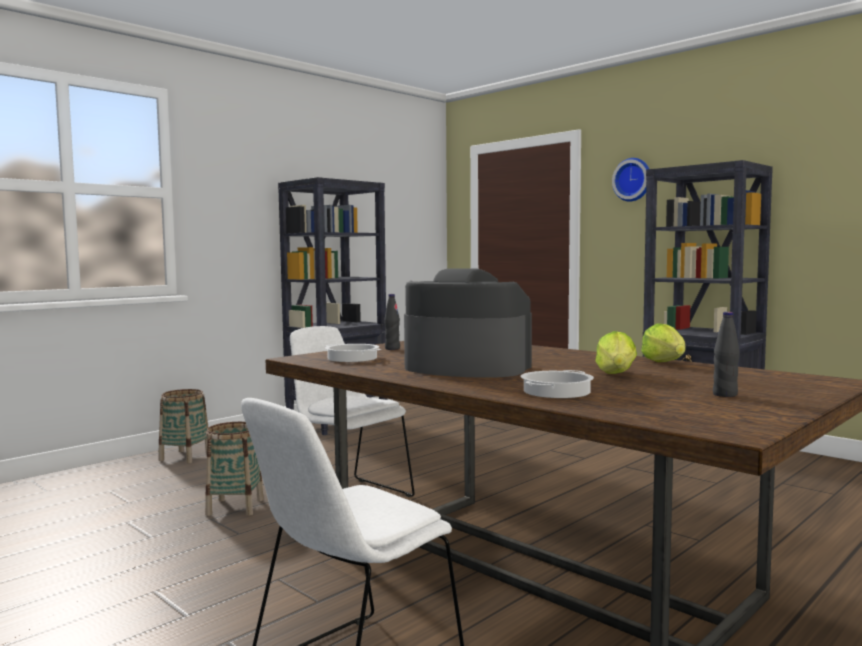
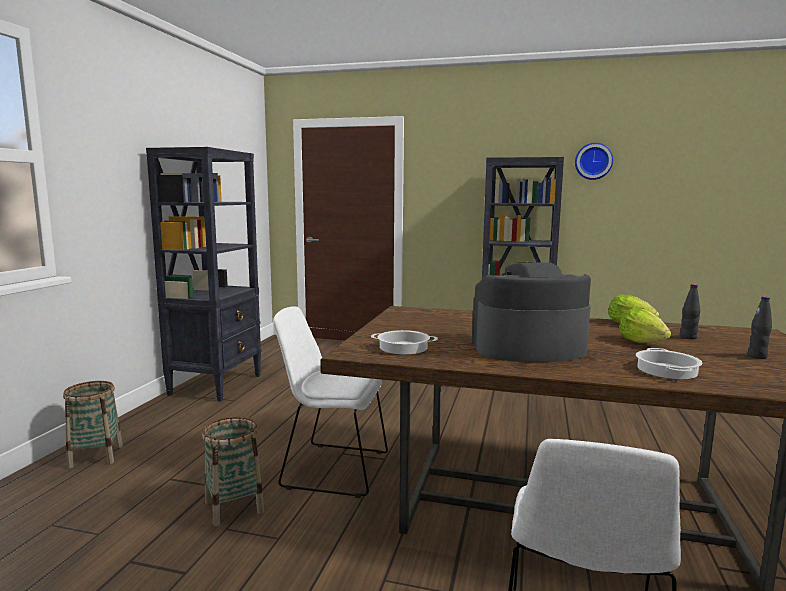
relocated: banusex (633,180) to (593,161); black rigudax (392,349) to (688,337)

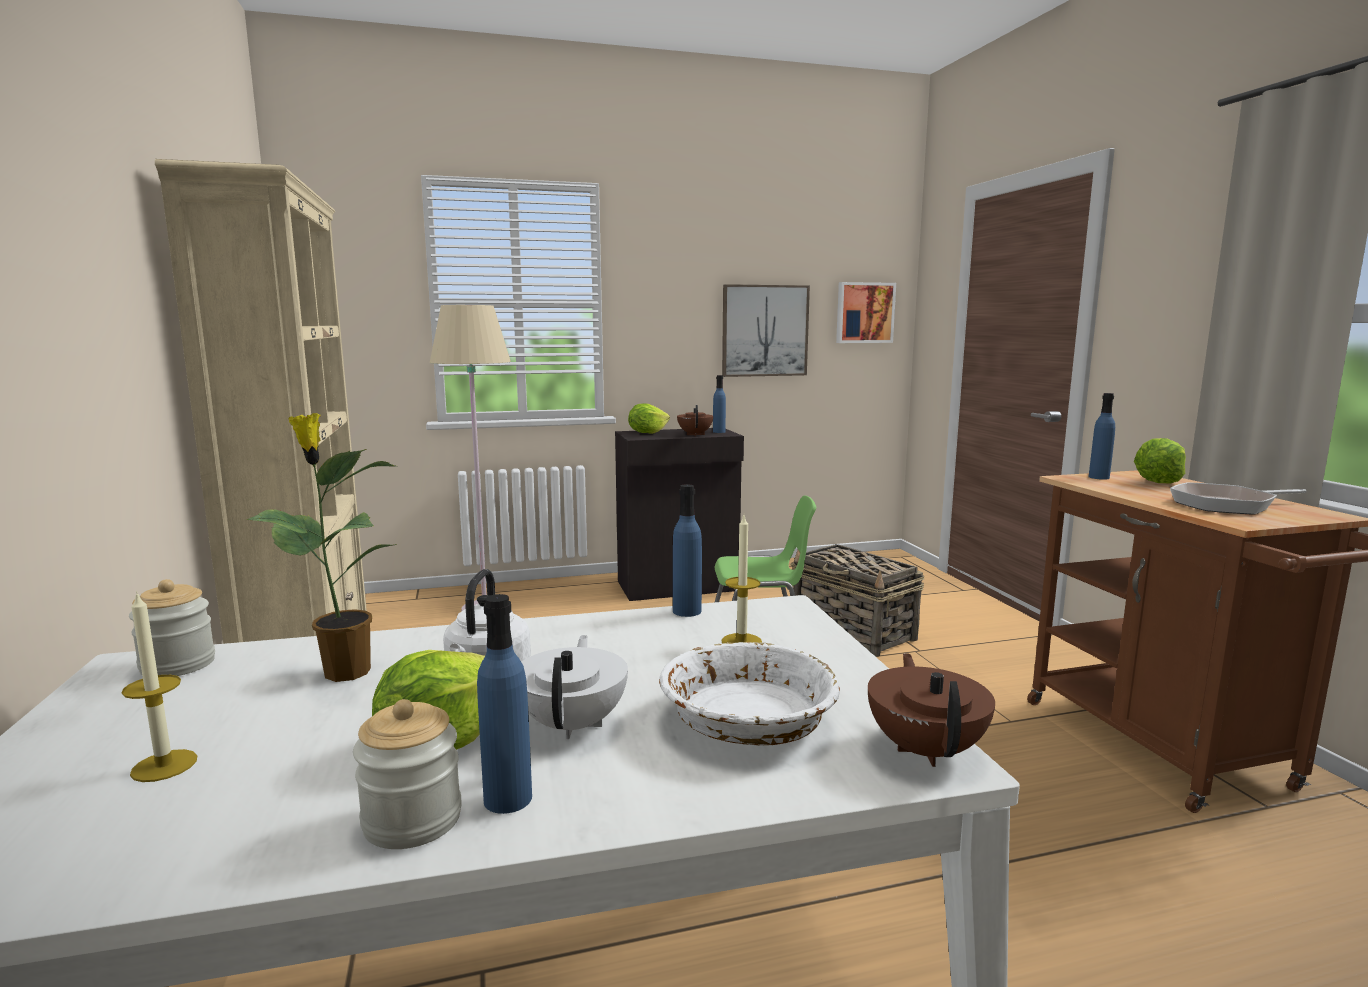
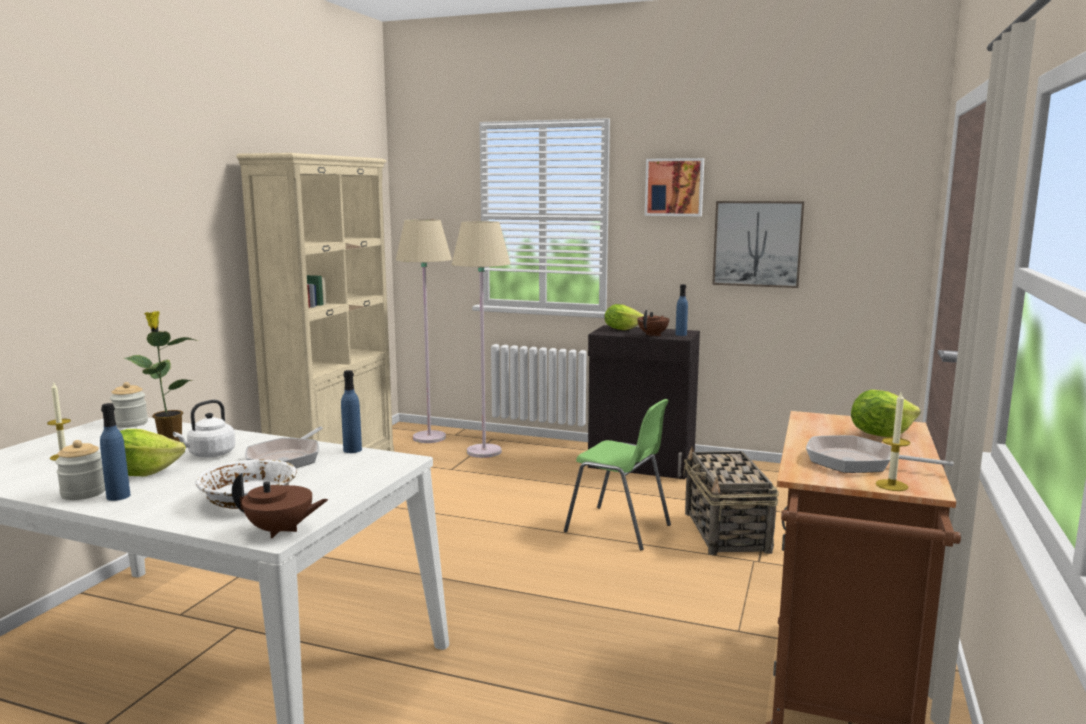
missing: blue rigudax (1099,477); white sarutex (574,724)
appeared: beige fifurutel (429,438); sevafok (287,458)
relocated: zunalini (864,313) to (674,187); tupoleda (741,642) to (891,485)
spun: brown sarutex (926,749) = (280,530) 60 degrees clockwise

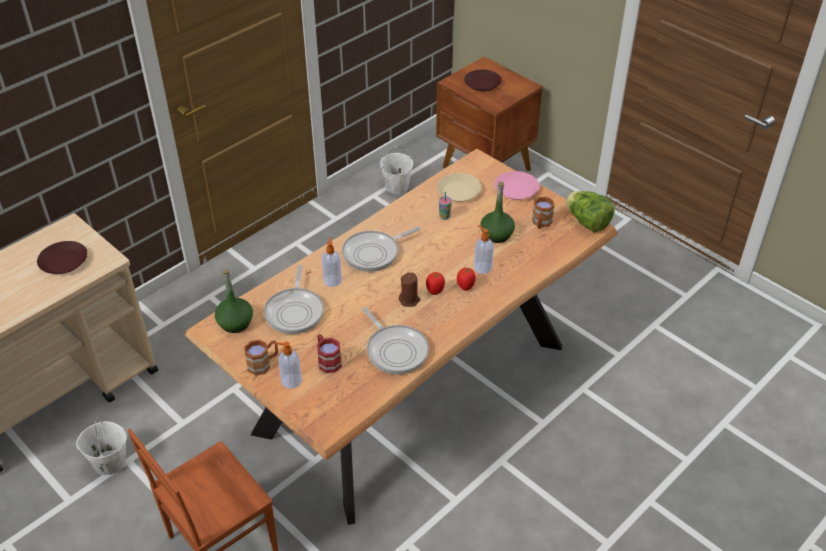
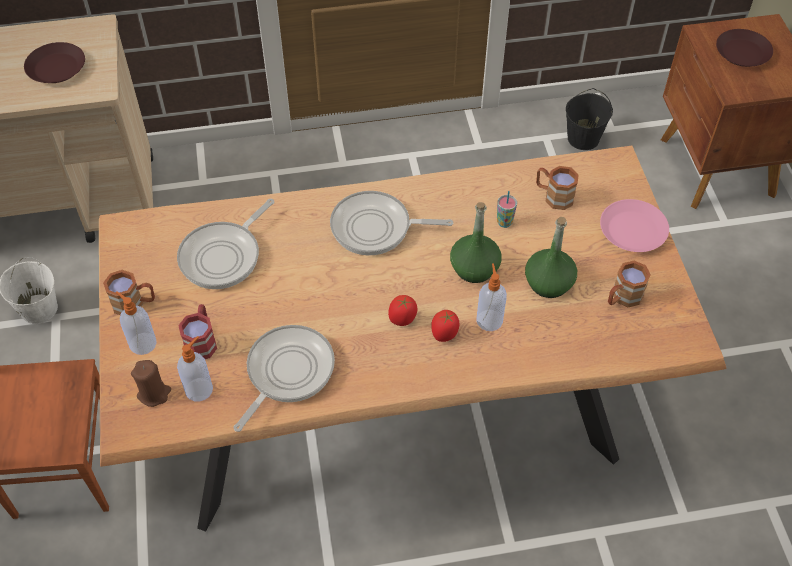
missing: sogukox (587,222)
relocated: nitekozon (332,280) to (200,389); green rigudax (235,323) to (474,268); brown tupoleda (409,300) to (154,394)
exchanged: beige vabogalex (458,191) to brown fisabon (553,196)
colour: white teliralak (396,186) to black teliralak (583,138)
spun: sevafok (395,350) = (287,372) 150 degrees counterclockwise

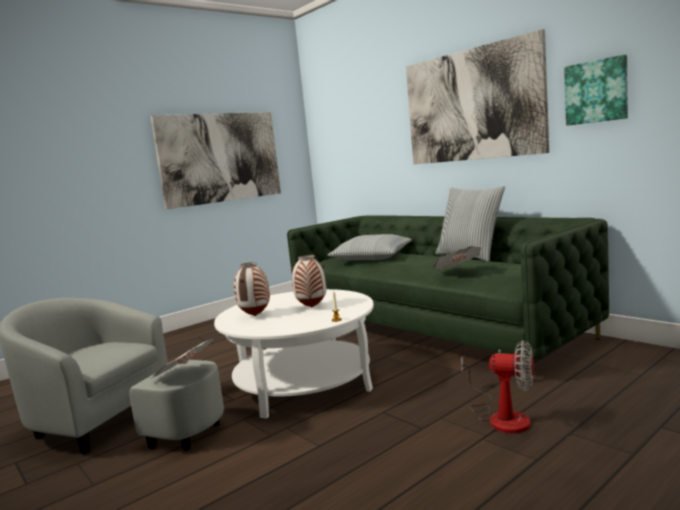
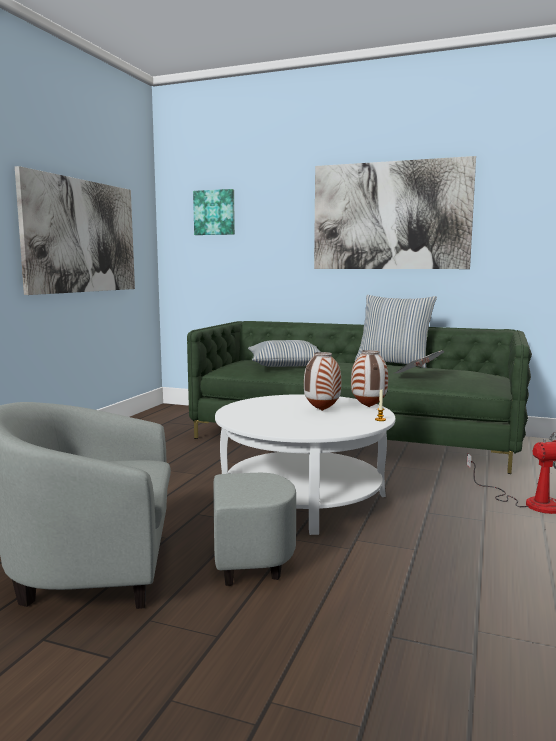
missing: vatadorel (184,375)
relocated: zunalini (596,91) to (214,212); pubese (255,316) to (369,407)

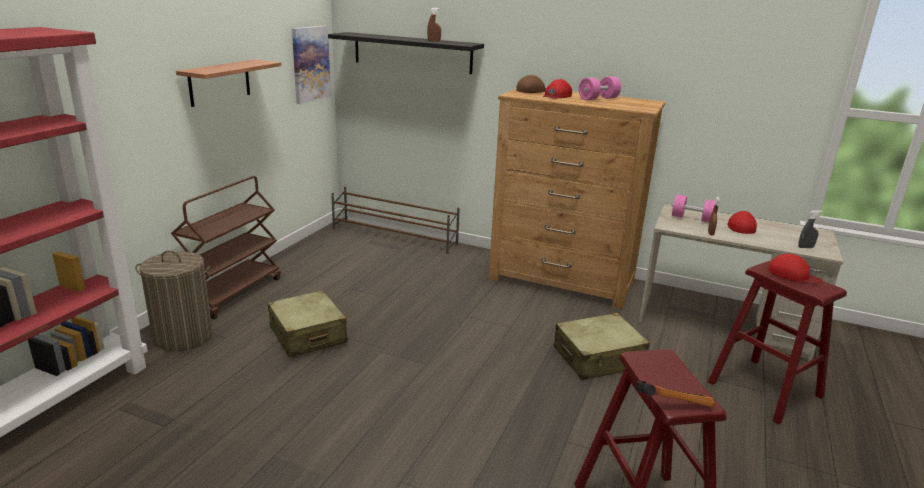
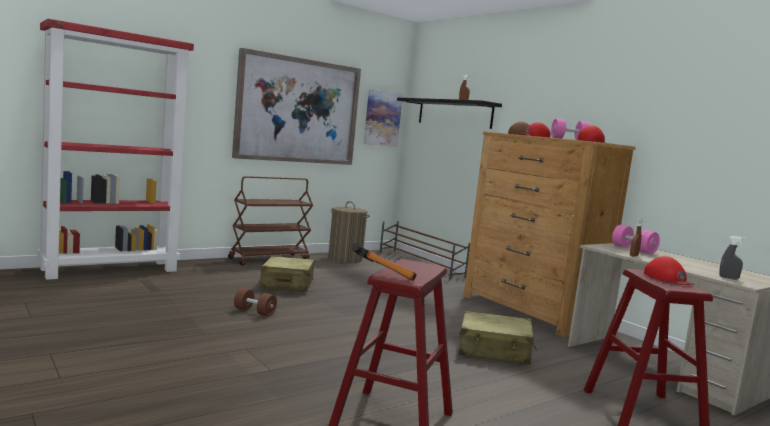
appeared: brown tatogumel (254,312)
relocated: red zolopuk (741,226) to (592,141); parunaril (183,336) to (345,259)
exchanged: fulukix (219,82) to zunalini (298,110)

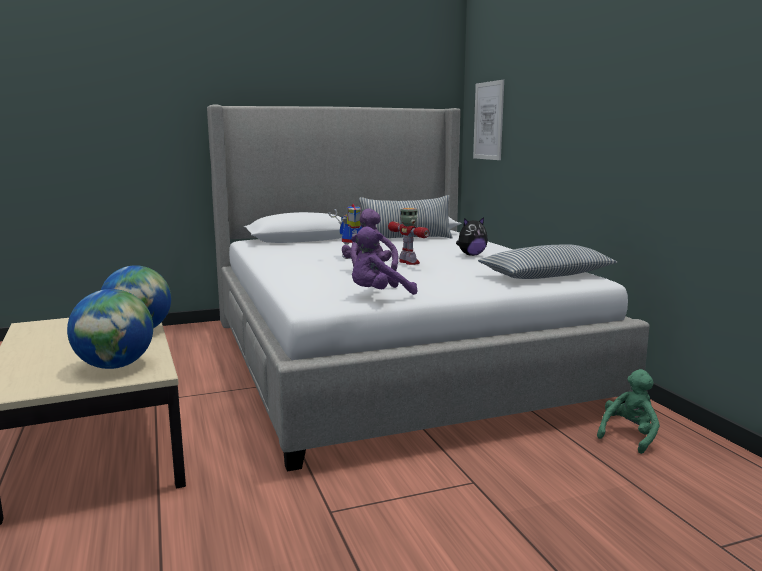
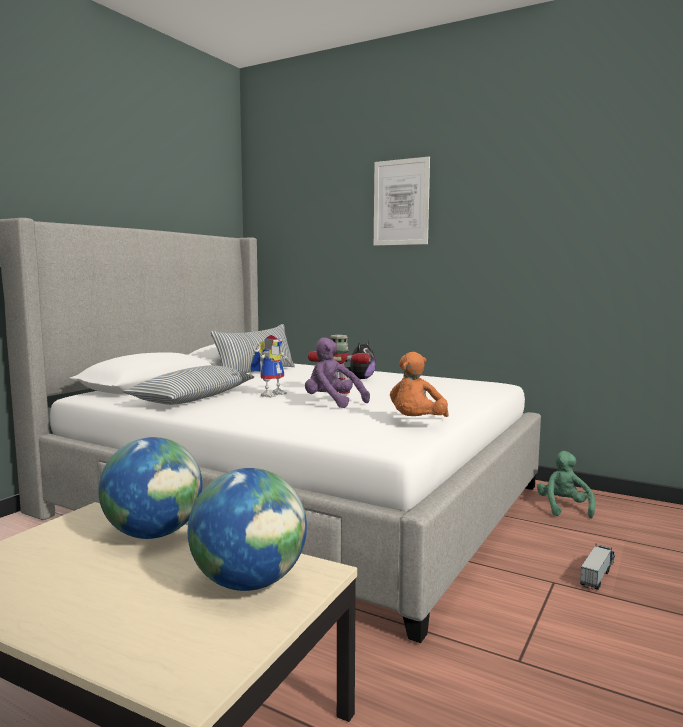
appeared: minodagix (598,573)
relocated: zunalini (488,121) to (401,202); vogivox (546,275) to (193,398)
colour: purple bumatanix (378,295) to orange bumatanix (416,423)

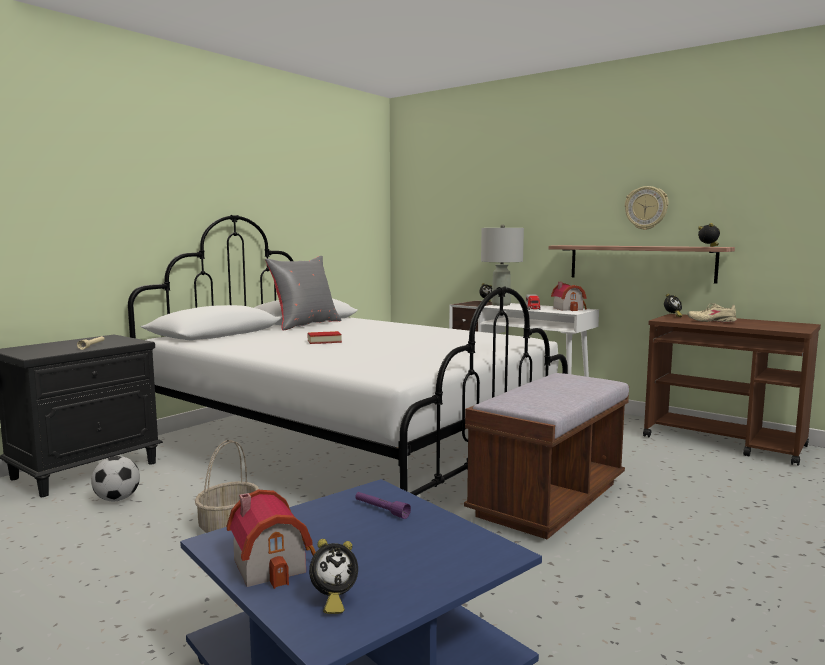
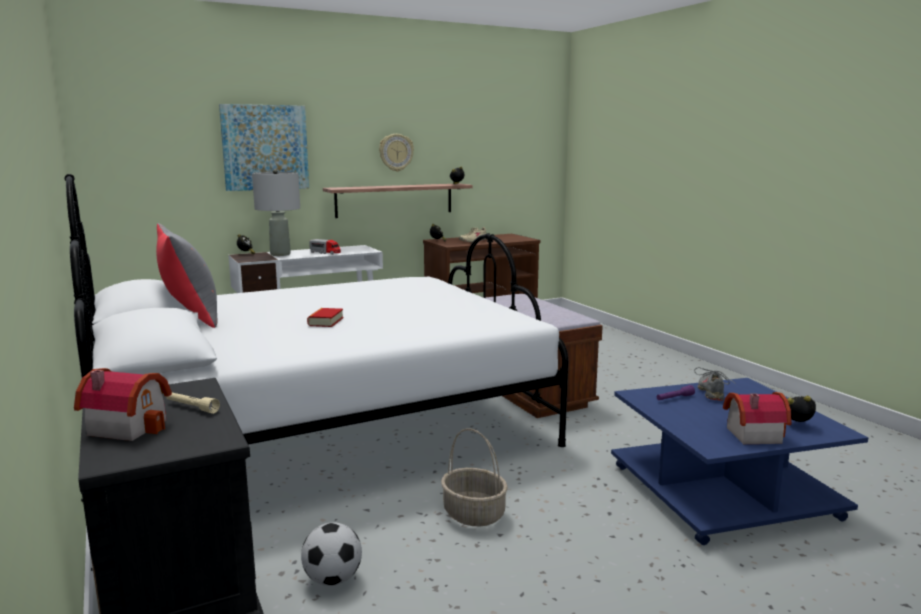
appeared: zunalini (265,147); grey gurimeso (712,392)
relocated: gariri (569,309) to (129,425)
spun: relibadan (332,600) = (798,425) 75 degrees counterclockwise

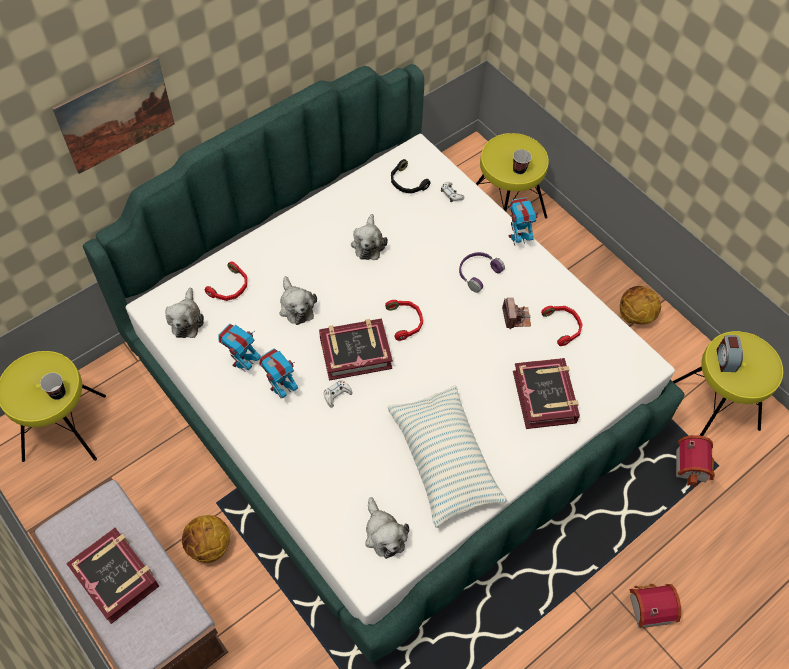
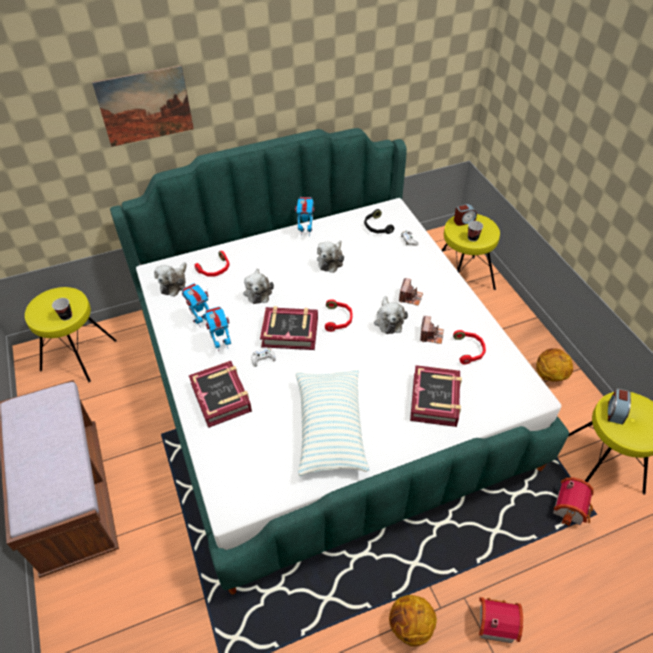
appeared: relibadan (464,221)
relocated: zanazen (517,239) to (305,232); bumatanix (383,534) to (388,320); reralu (209,546) to (410,627); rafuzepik (116,577) to (221,397)
exchanged: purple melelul (477,273) to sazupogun (410,297)

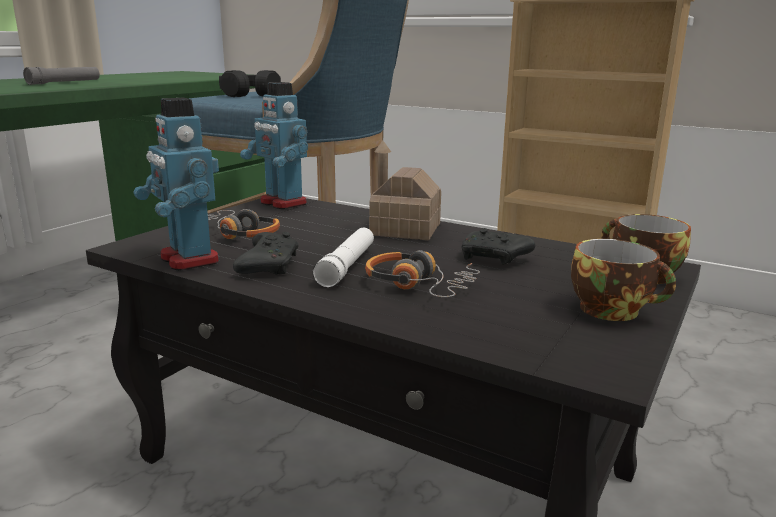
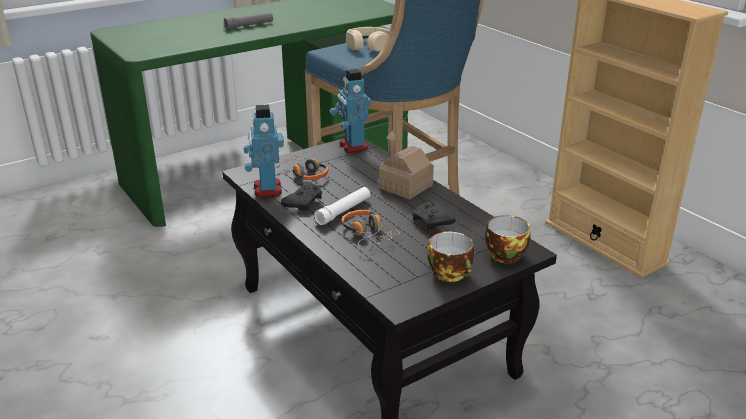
colour: black melelul (251,95) to beige melelul (368,46)

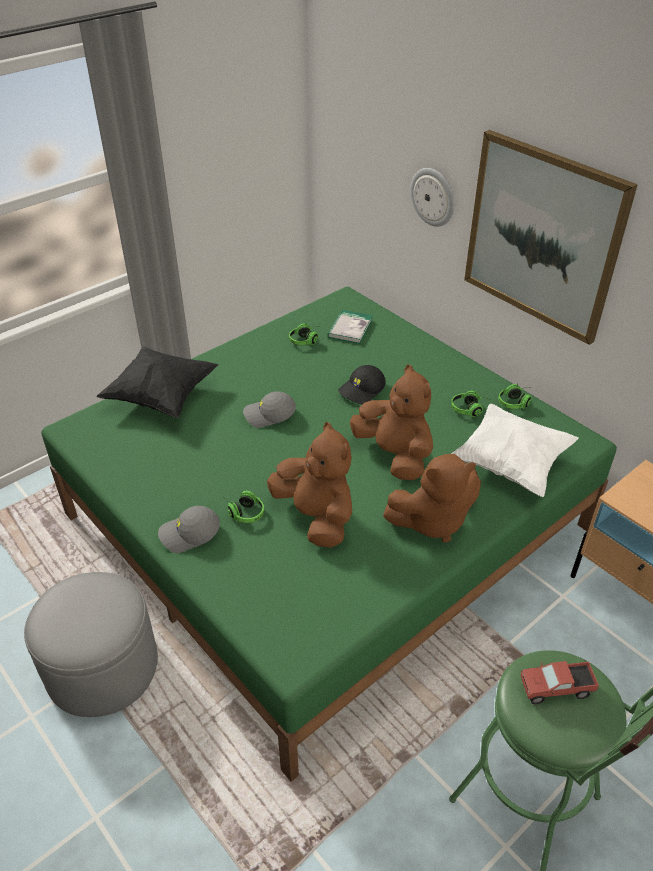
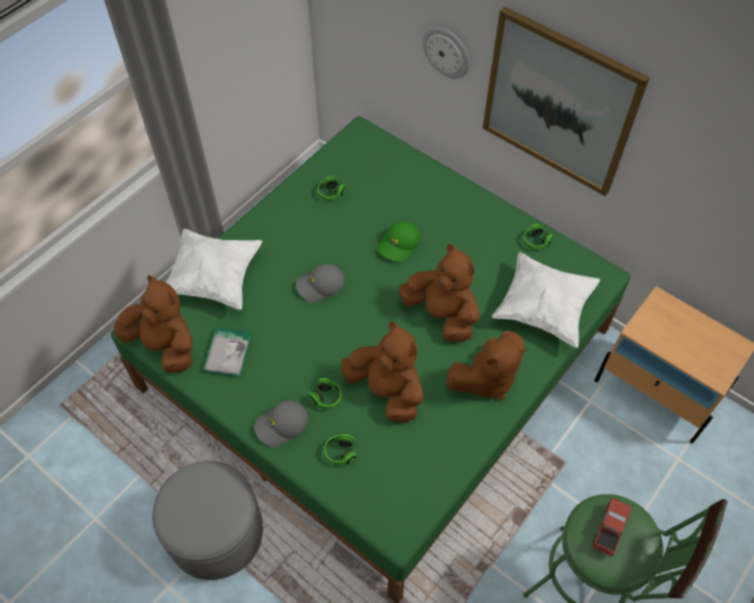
appeared: brown bumatanix (164,346)
relocated: rafuzepik (350,328) to (228,353); melelul (470,409) to (345,451)
colour: black vogivox (162,396) to white vogivox (214,279); black zolopuk (362,390) to green zolopuk (399,245)
spun: minodagix (556,688) = (609,530) 135 degrees clockwise

